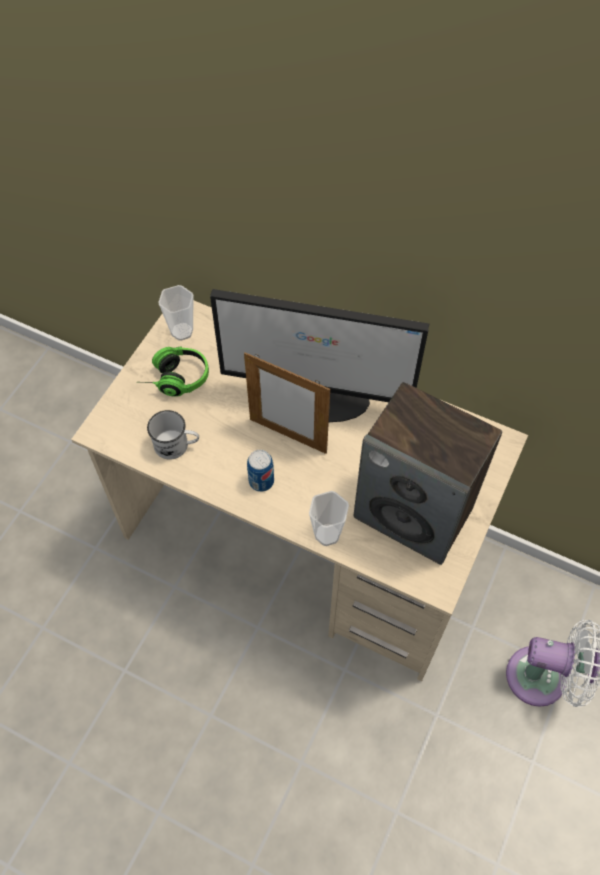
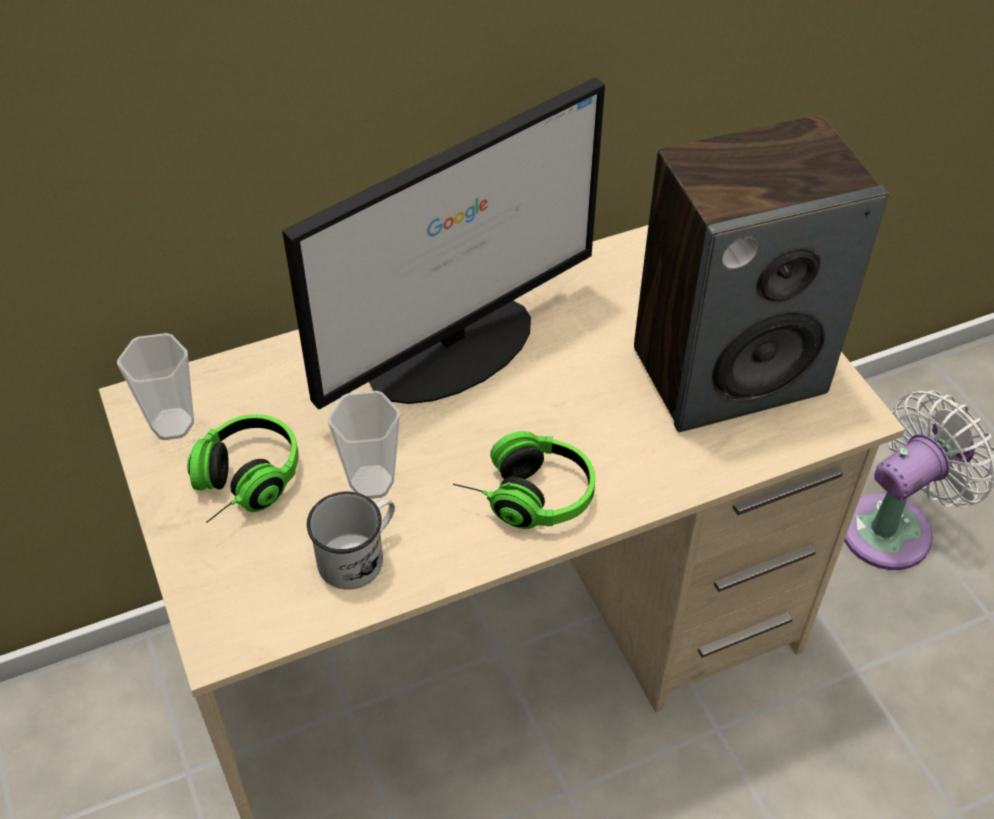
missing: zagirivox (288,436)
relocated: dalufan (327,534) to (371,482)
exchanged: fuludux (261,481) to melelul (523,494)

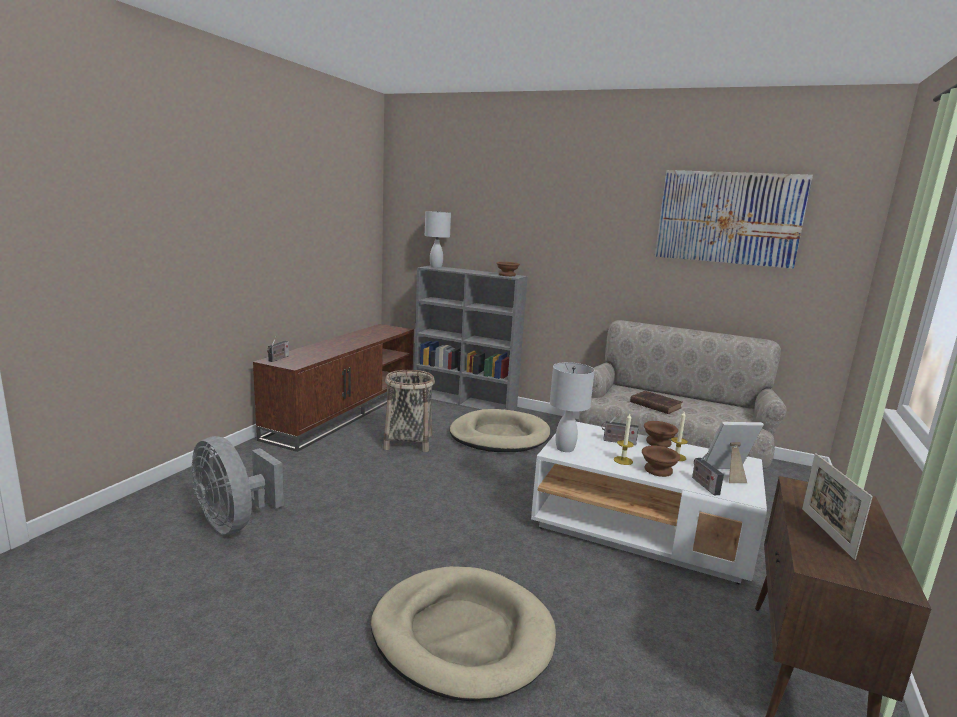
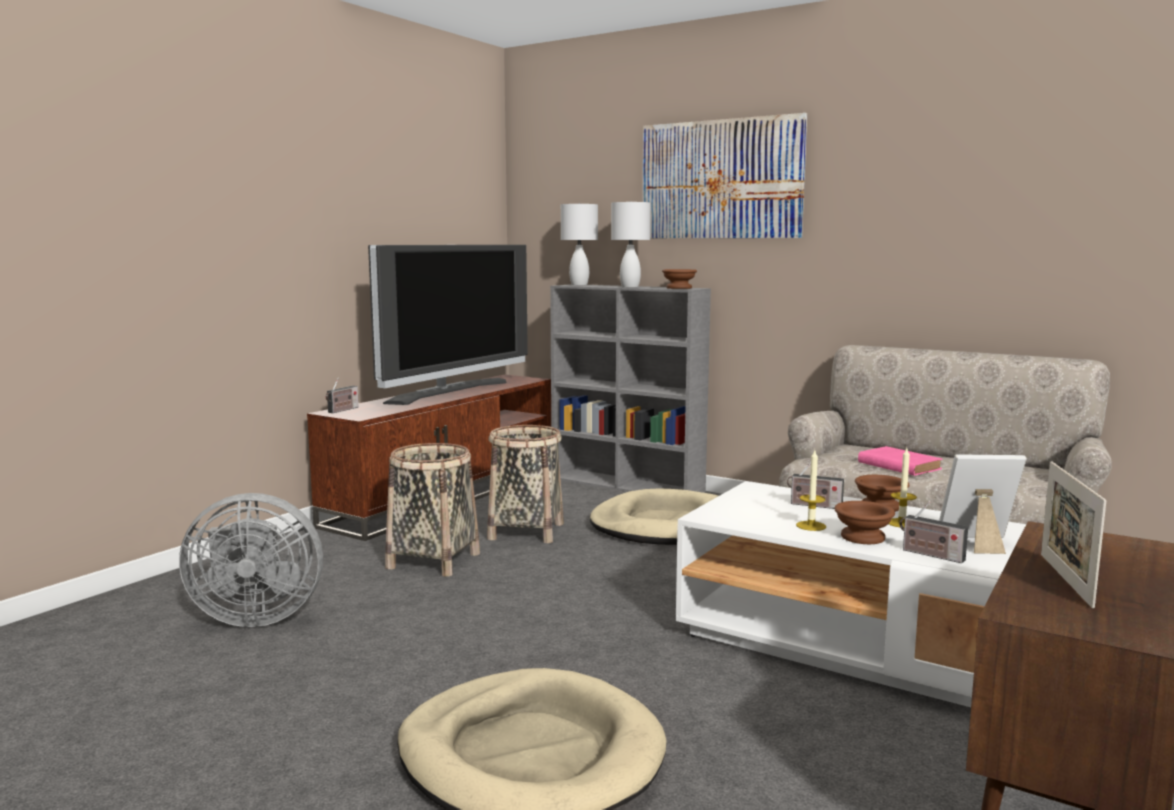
appeared: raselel (449,391); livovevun (434,560)
relocated: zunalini (728,218) to (720,179); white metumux (564,448) to (629,286)
colour: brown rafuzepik (654,405) to pink rafuzepik (897,465)
spun: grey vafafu (234,522) = (255,617) 60 degrees counterclockwise; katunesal (703,485) = (930,554) 45 degrees counterclockwise

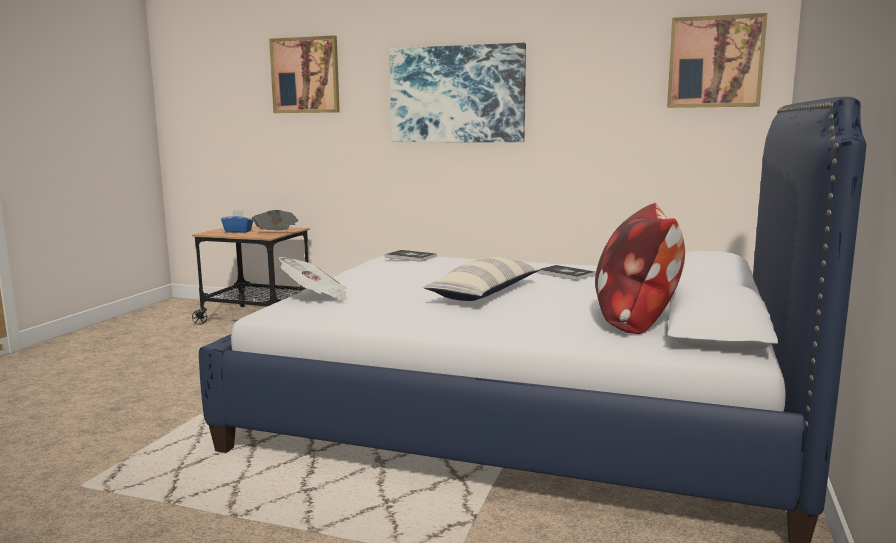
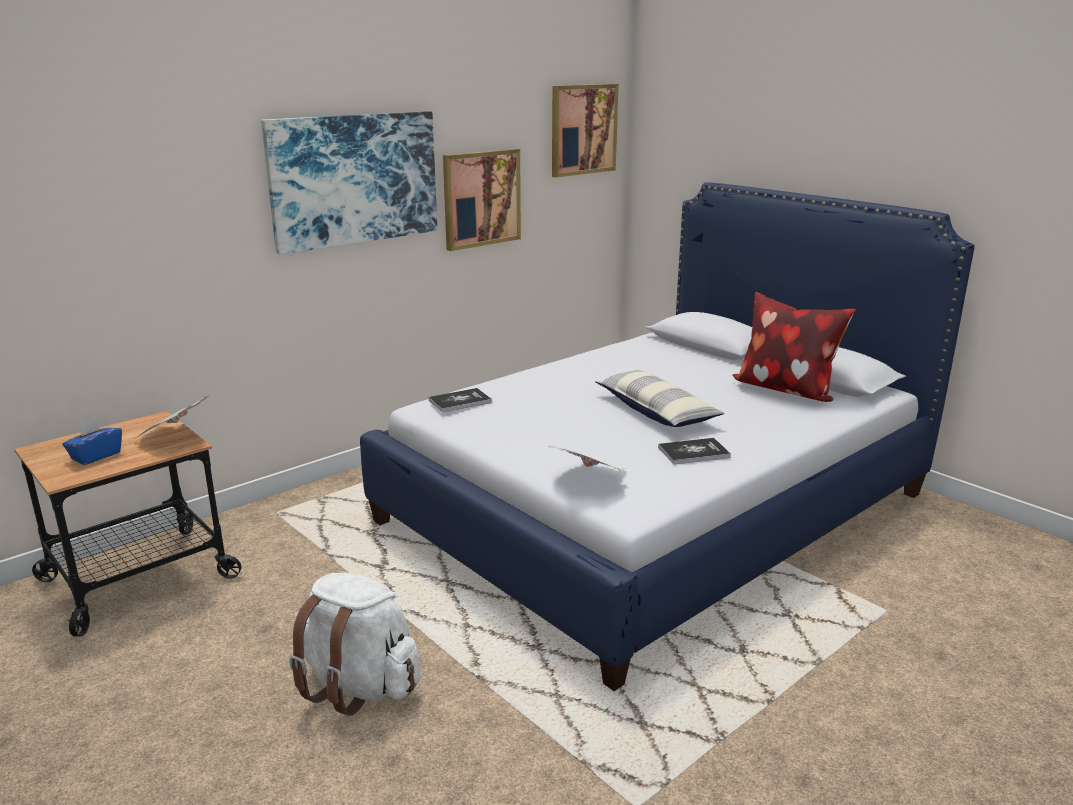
appeared: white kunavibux (359,686)
relocated: zunalini (305,75) to (481,198); rafuzepik (566,274) to (693,452)

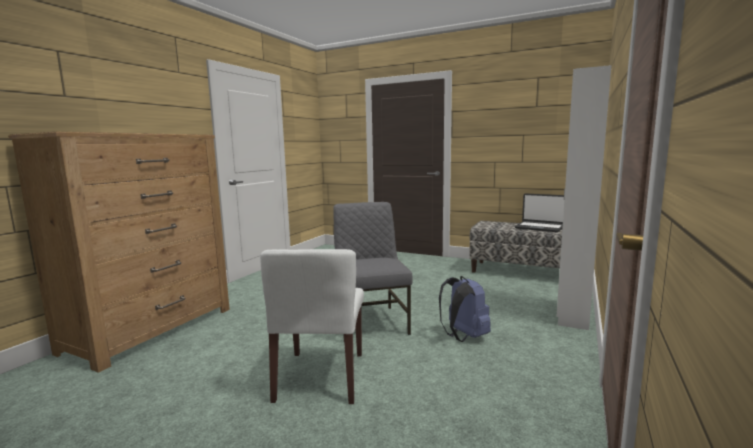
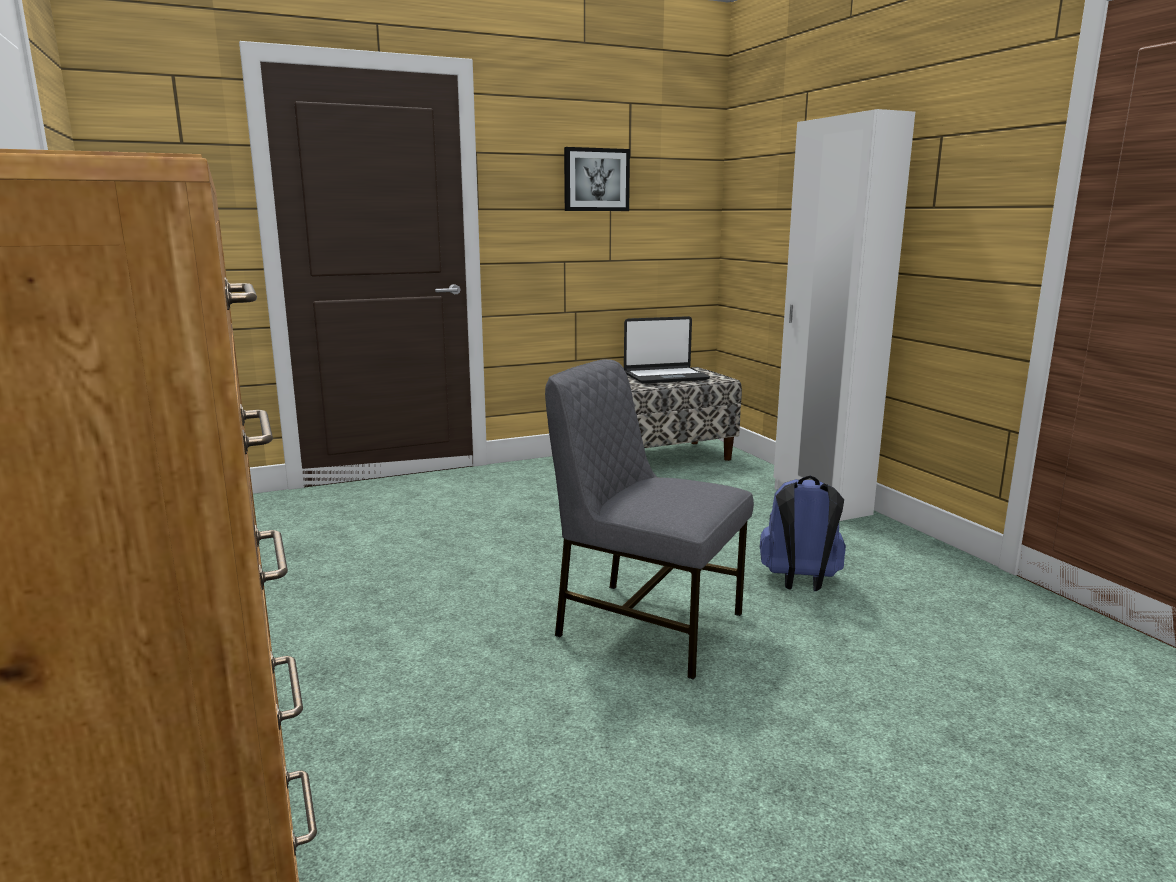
missing: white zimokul (321,377)
appeared: zunalini (596,180)

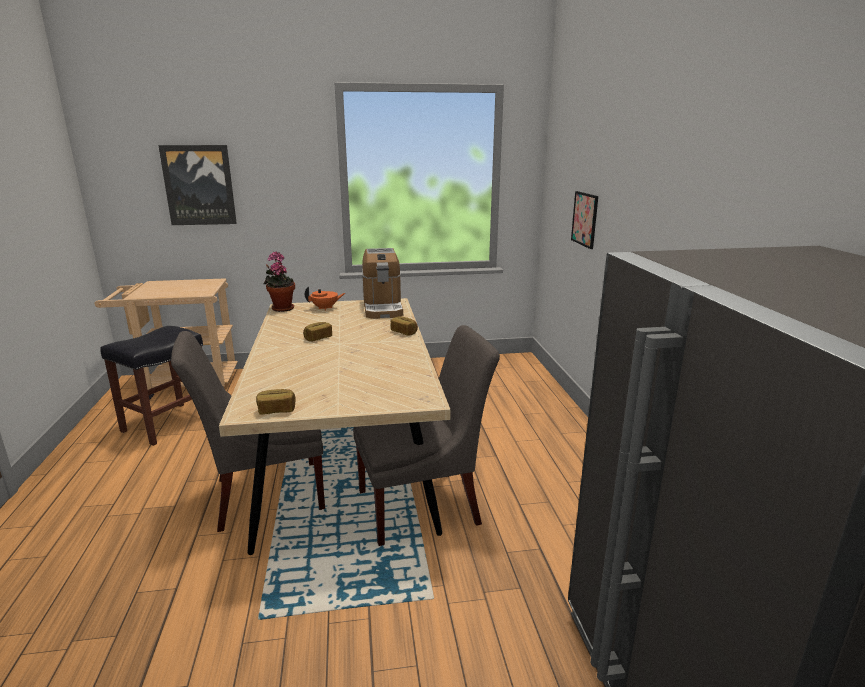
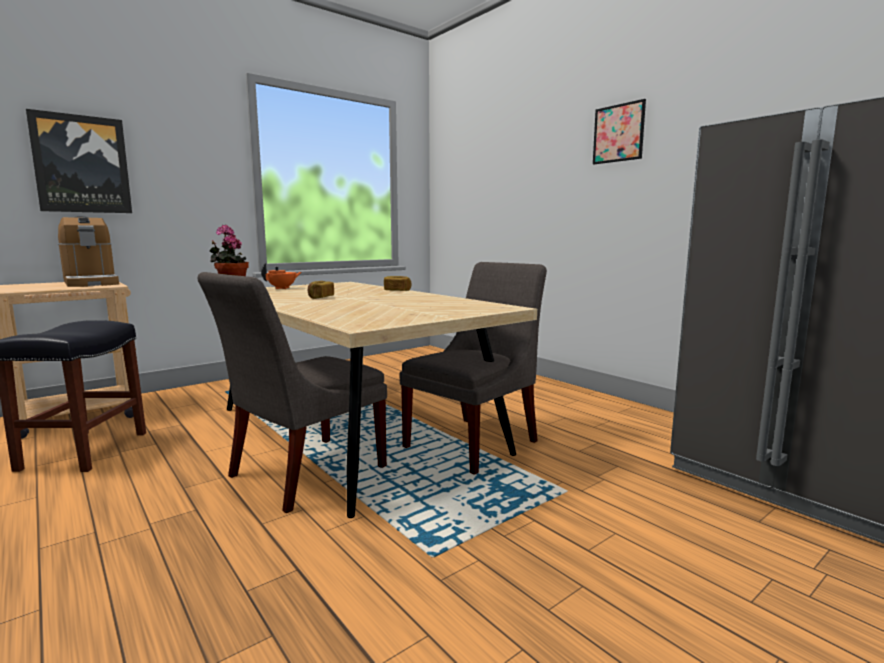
missing: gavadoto (276,410)
relocated: zunalini (585,219) to (618,133); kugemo (382,308) to (91,283)

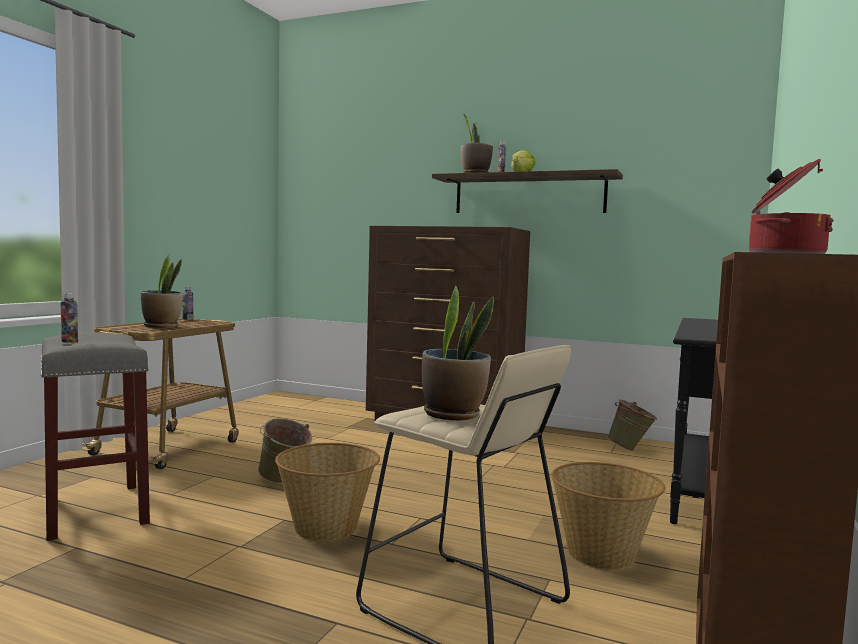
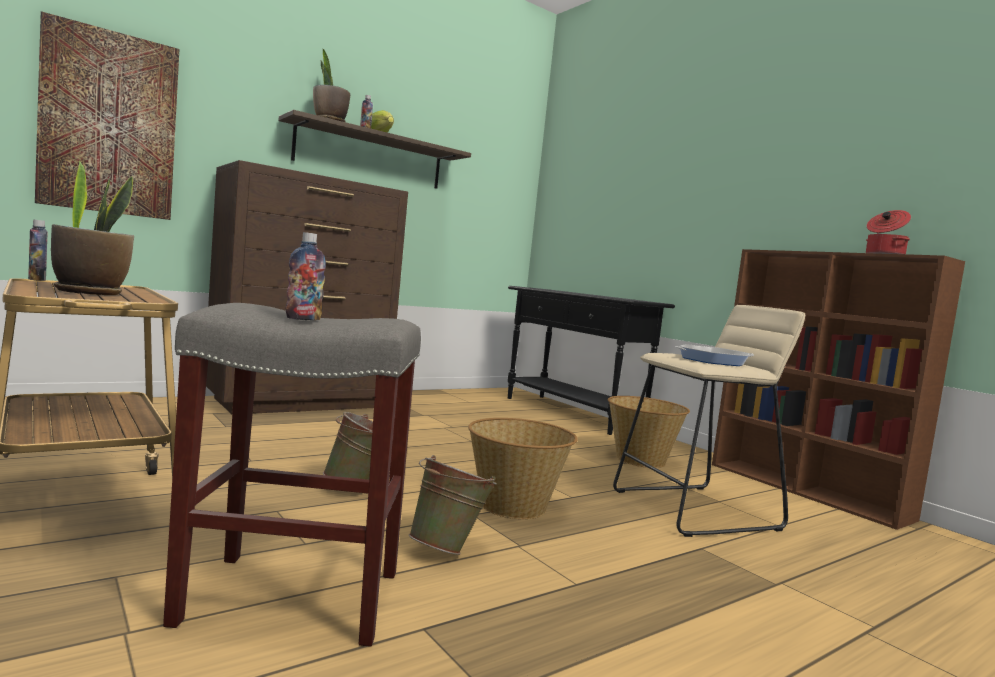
appeared: zunalini (109,123)
relocated: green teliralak (631,449) to (448,549)
exchanged: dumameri (453,414) to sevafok (713,361)

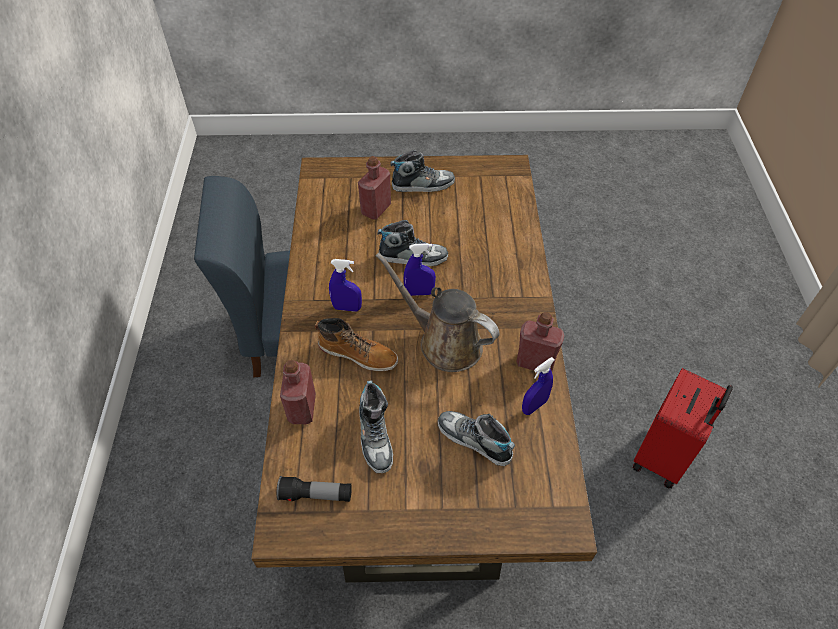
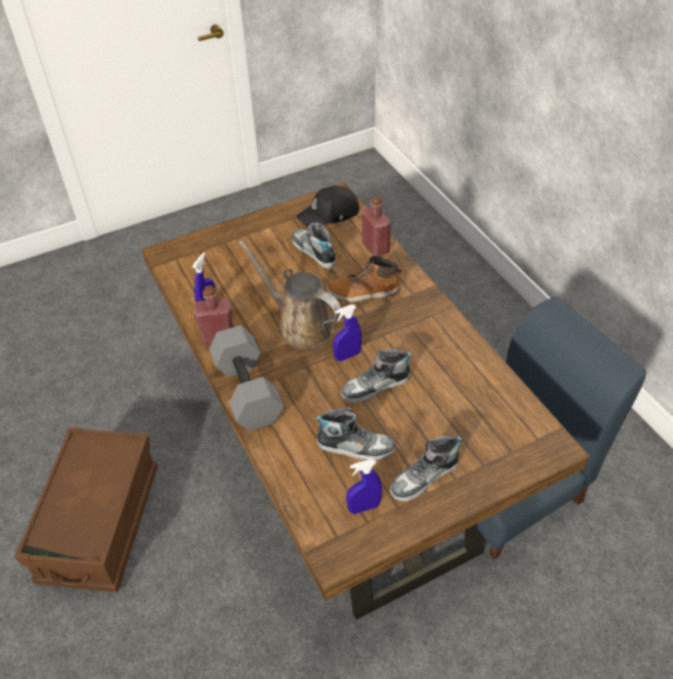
missing: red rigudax (376,209)
appeared: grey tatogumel (249,391)
relocated: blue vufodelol (347,308) to (364,507); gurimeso (474,440) to (355,446)
exchanged: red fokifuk (664,456) to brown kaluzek (100,524); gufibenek (316,495) to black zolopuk (329,214)
spun: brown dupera (444,342) = (300,325) 150 degrees counterclockwise

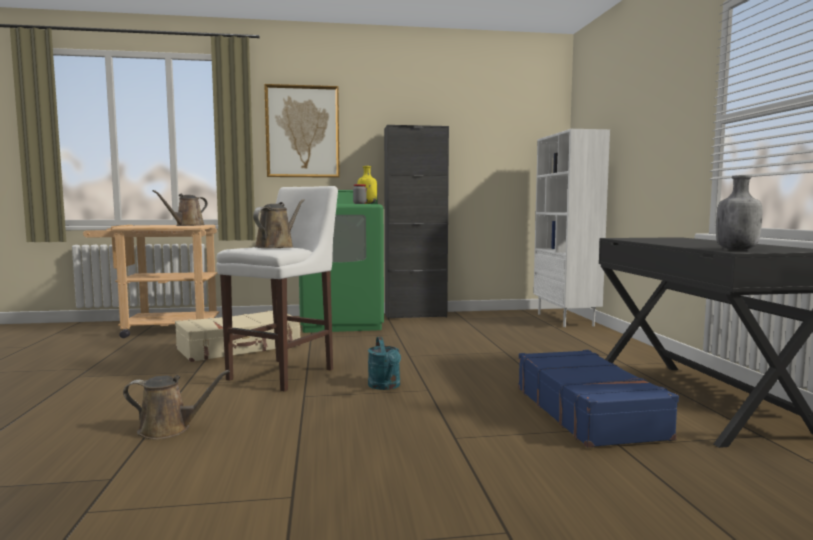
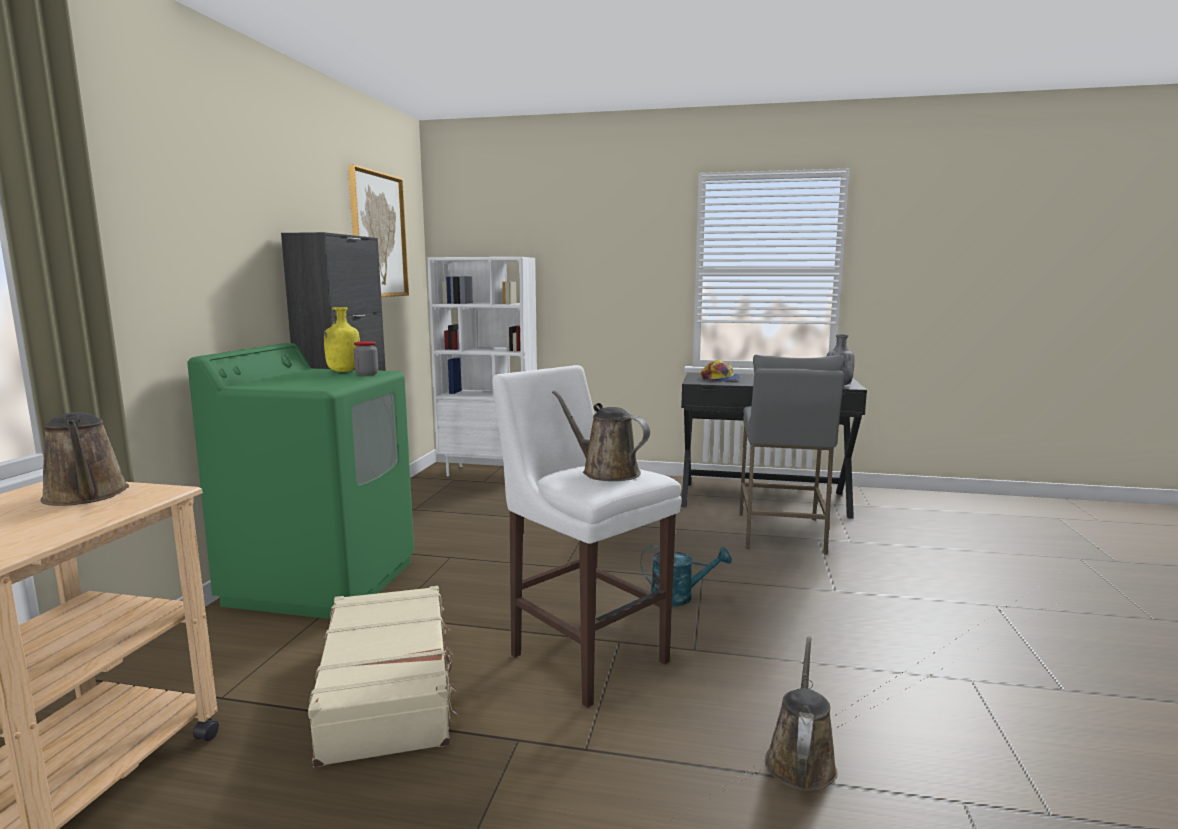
appeared: zolopuk (721,379)
relocated: zunalini (302,132) to (378,235)
exchanged: blue fokifuk (588,412) to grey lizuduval (781,533)

